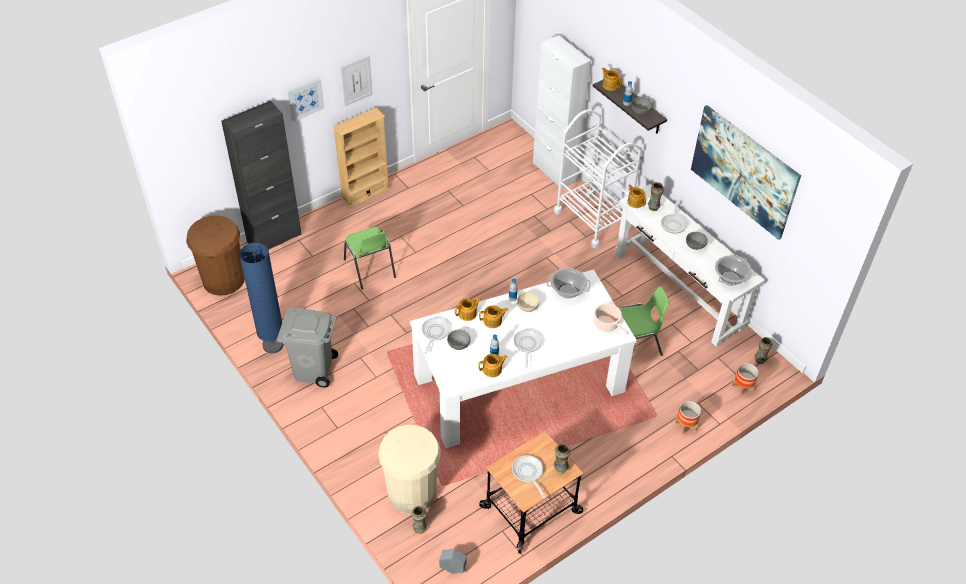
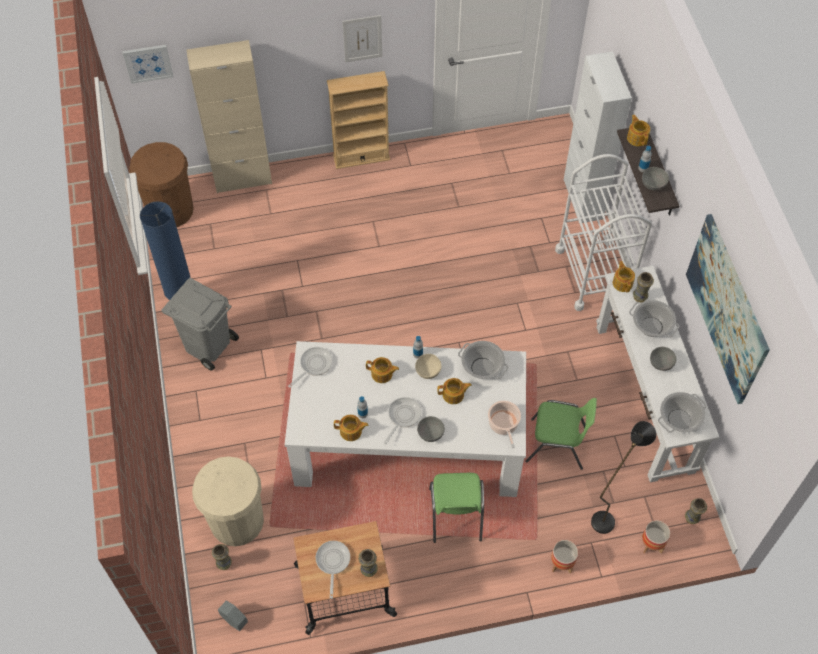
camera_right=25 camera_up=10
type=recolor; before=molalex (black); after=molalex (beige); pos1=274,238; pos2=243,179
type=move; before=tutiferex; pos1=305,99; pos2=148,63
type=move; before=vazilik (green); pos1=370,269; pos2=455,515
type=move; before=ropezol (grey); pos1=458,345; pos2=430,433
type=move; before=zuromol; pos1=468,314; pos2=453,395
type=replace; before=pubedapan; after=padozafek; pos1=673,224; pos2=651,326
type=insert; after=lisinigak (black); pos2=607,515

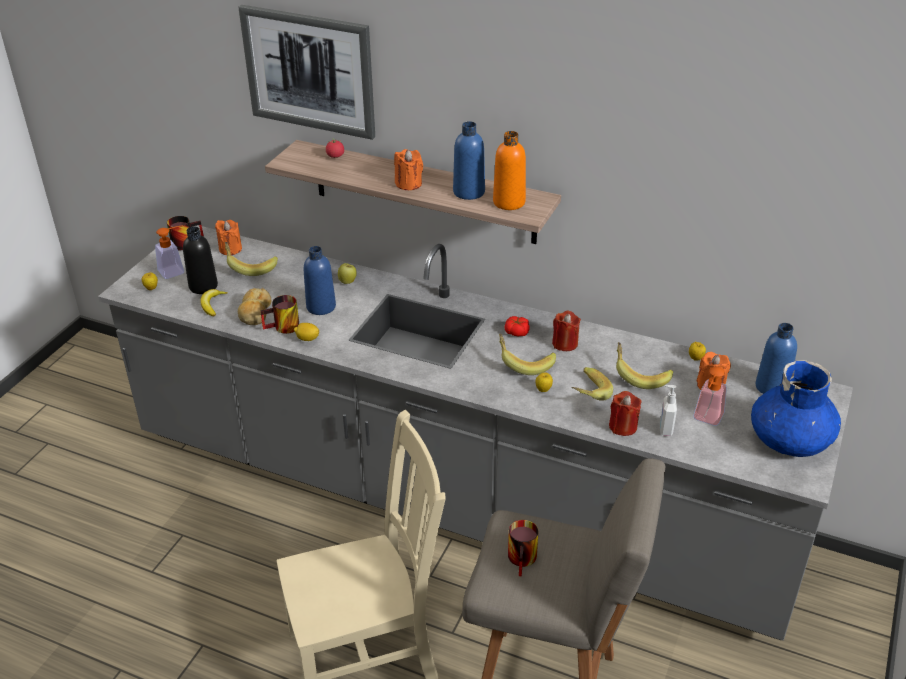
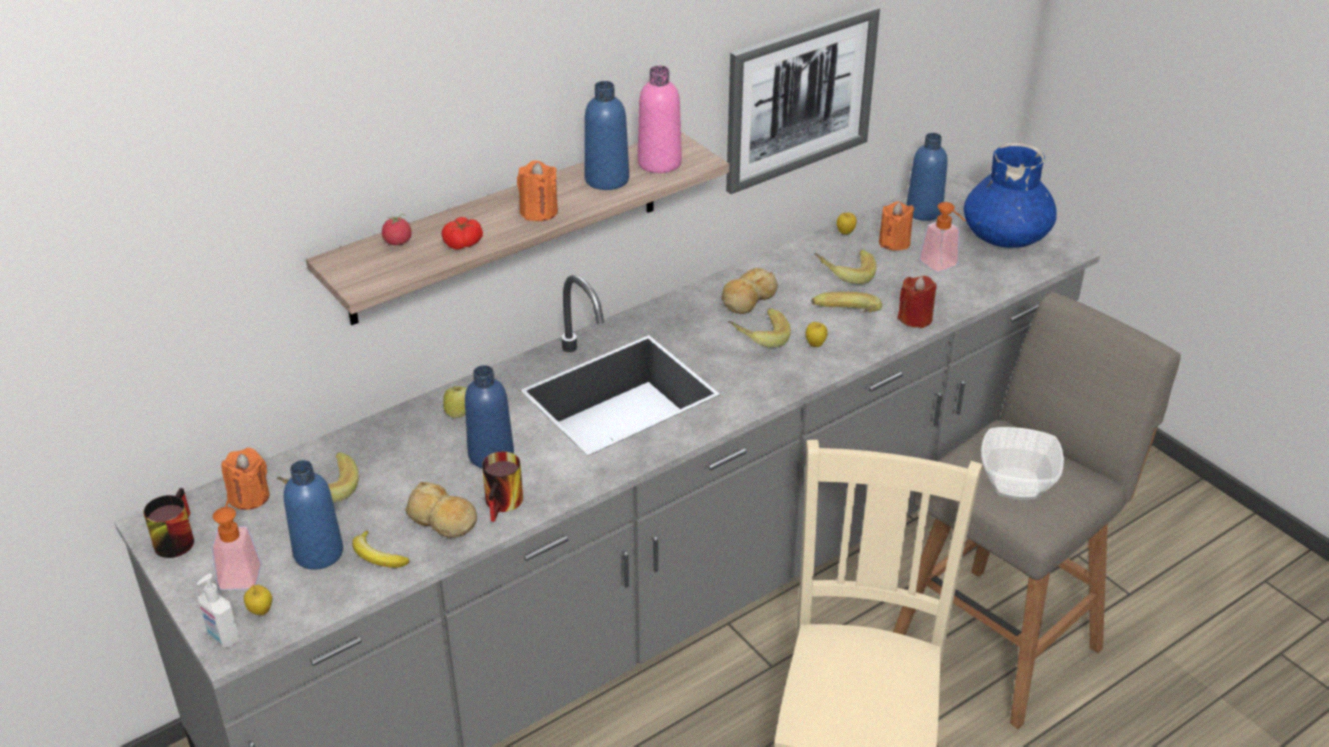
camera_right=-60 camera_up=0
type=recolor; before=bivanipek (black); after=bivanipek (blue); pos1=203,286; pos2=318,553
type=move; before=tutiferex; pos1=309,71; pos2=799,98
type=delete; before=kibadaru; pos1=307,339
type=recolor; before=bivanipek (orange); after=bivanipek (pink); pos1=509,202; pos2=659,163
type=move; before=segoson; pos1=516,332; pos2=463,243
type=replace; before=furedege; after=ropezol; pos1=524,559; pos2=1015,483
type=replace; before=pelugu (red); after=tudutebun; pos1=565,343; pos2=747,299
type=move; before=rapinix; pos1=665,429; pos2=223,638

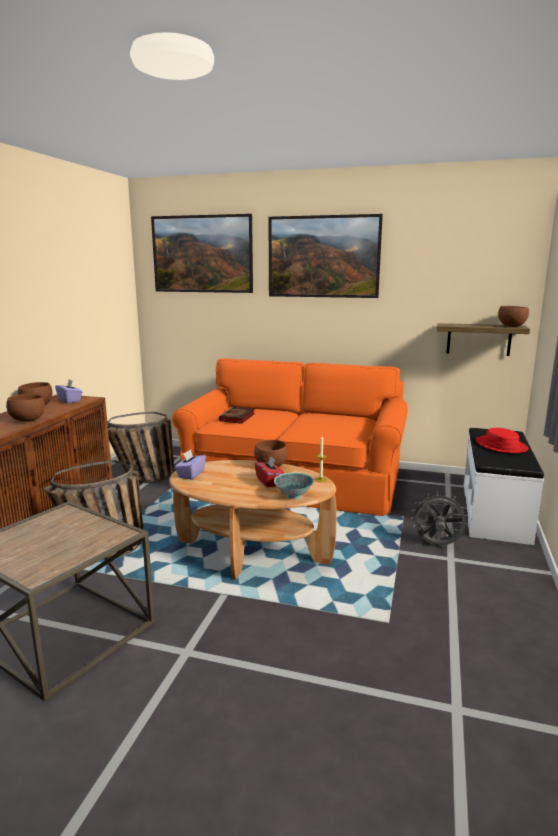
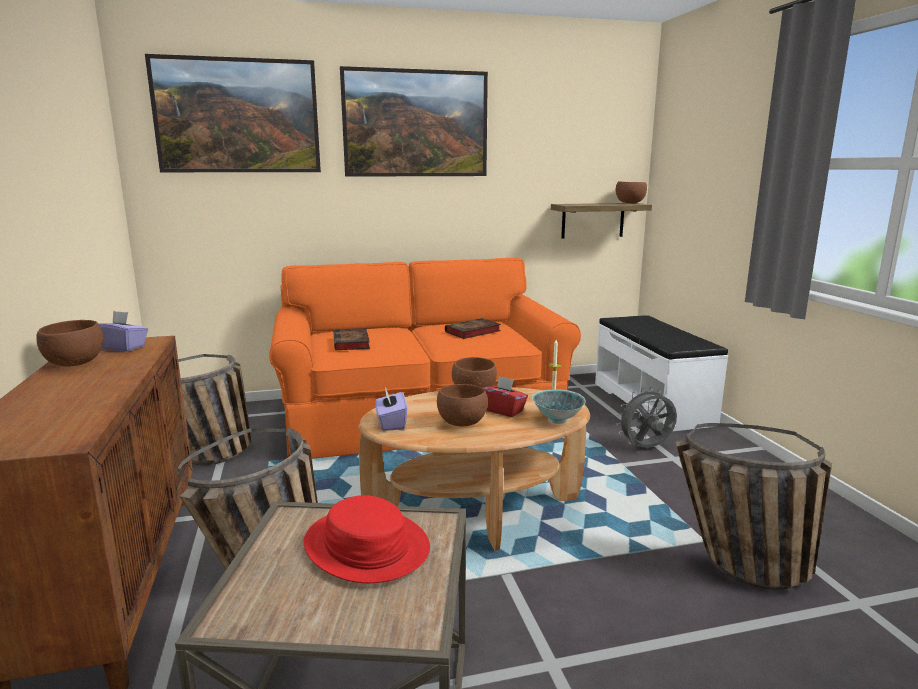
camera_right=-30 camera_up=0
type=move; before=ropezol (brown); pos1=28,420; pos2=463,423
type=move; before=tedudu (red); pos1=501,445; pos2=366,546
type=insert; after=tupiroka; pos2=472,332
type=insert; after=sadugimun; pos2=736,567

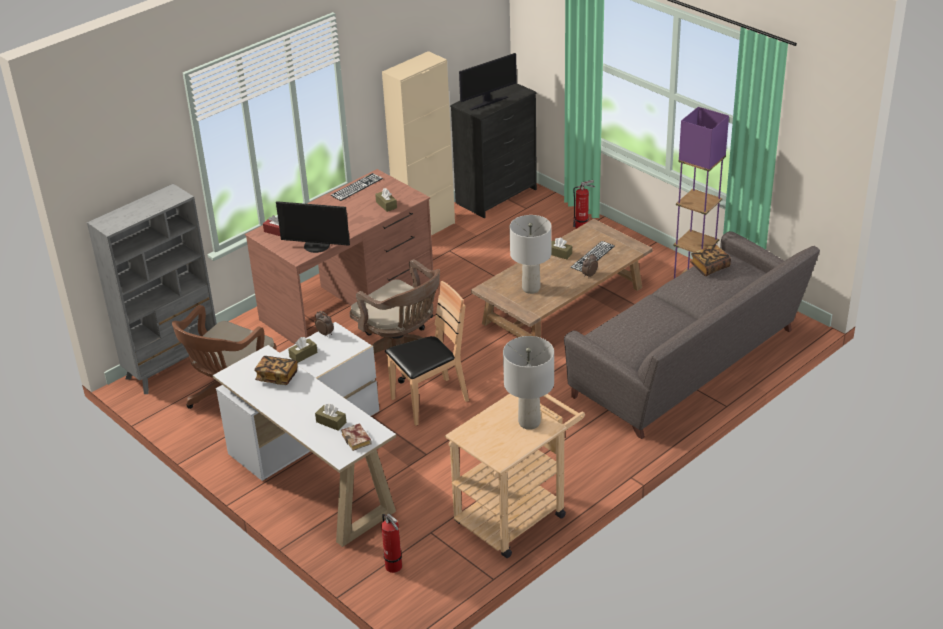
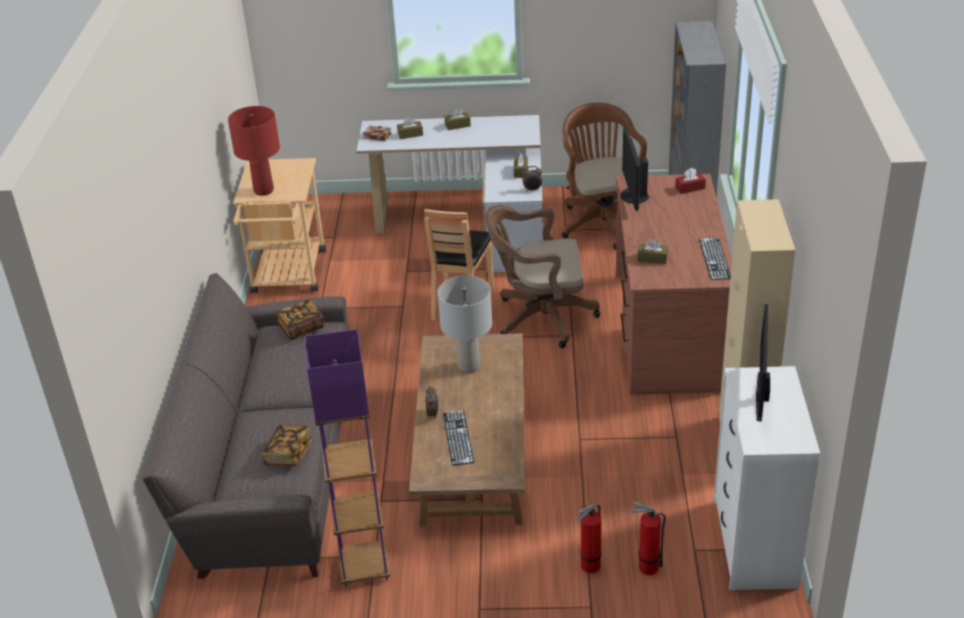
camera_right=135 camera_up=0
type=move; before=tupiroka; pos1=277,377; pos2=301,328
type=rotate; before=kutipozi; pos1=316,246; pos2=633,196; turn=-60
type=move; before=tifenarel; pos1=394,567; pos2=645,567
type=recolor; before=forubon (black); after=forubon (white); pos1=496,196; pos2=753,543
type=recolor; before=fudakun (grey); after=fudakun (red); pos1=529,423; pos2=263,190
type=move; before=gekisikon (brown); pos1=559,254; pos2=457,125

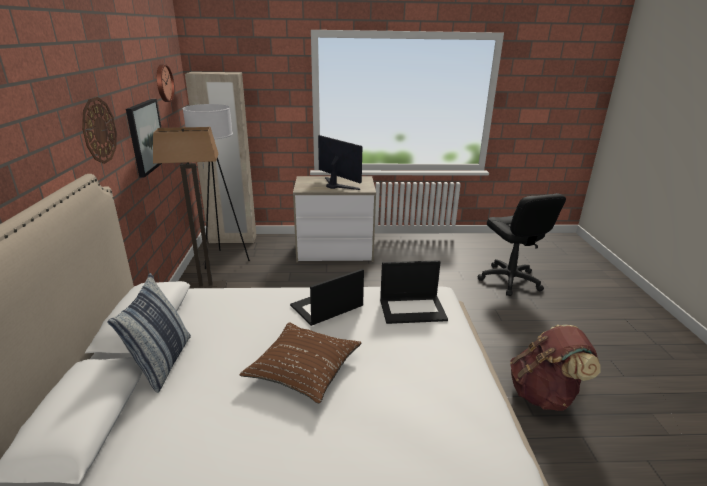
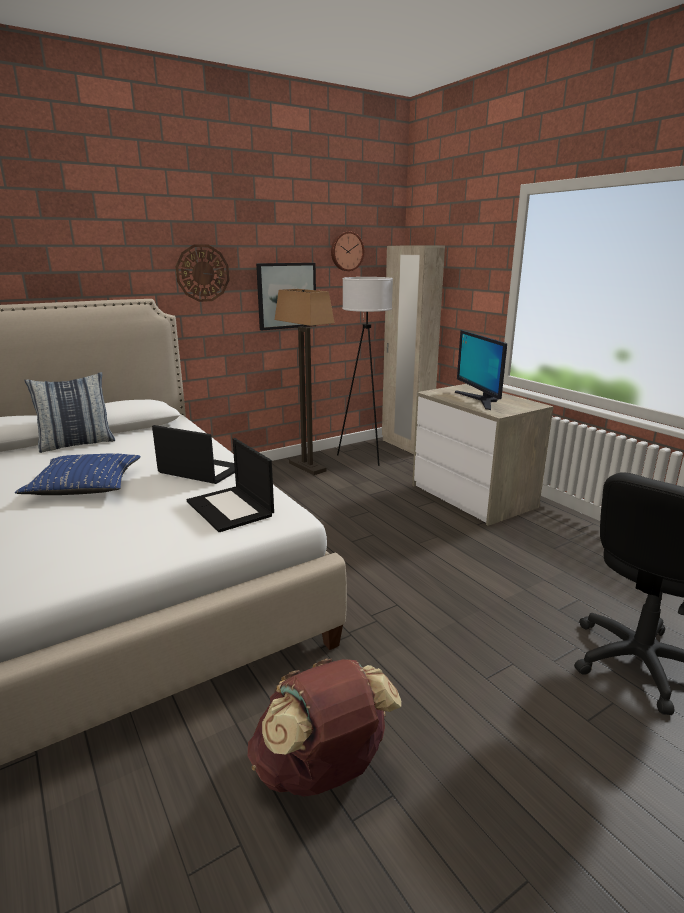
camera_right=60 camera_up=-5
type=recolor; before=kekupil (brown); after=kekupil (blue); pos1=303,368; pos2=85,485
type=rotate; before=kutipozi; pos1=337,185; pos2=479,400; turn=150

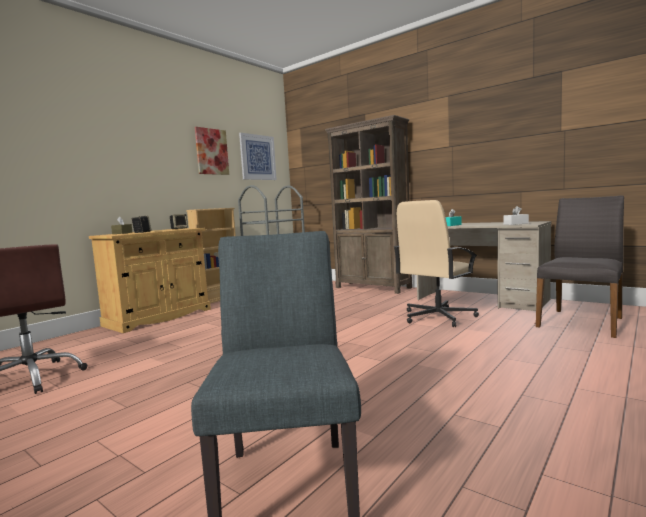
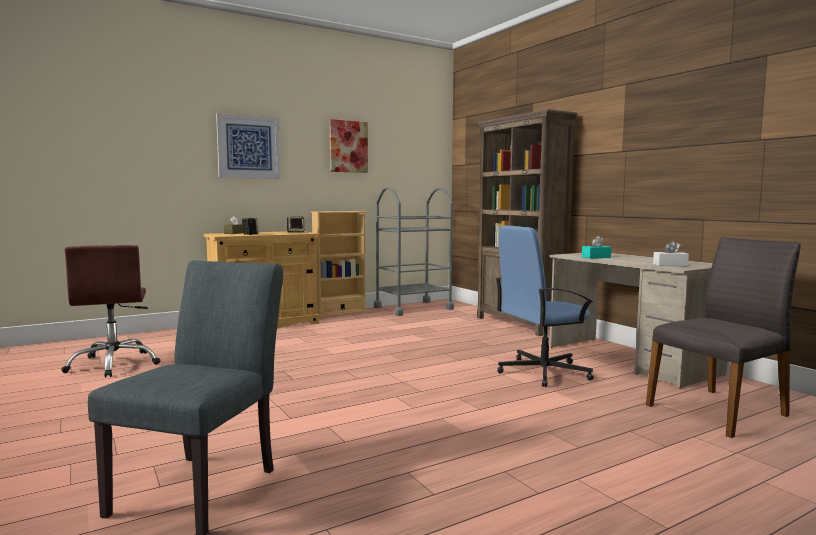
camera_right=20 camera_up=0
type=move; before=tutiferex; pos1=257,157; pos2=248,147
type=recolor; before=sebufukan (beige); after=sebufukan (blue); pos1=437,317; pos2=542,372

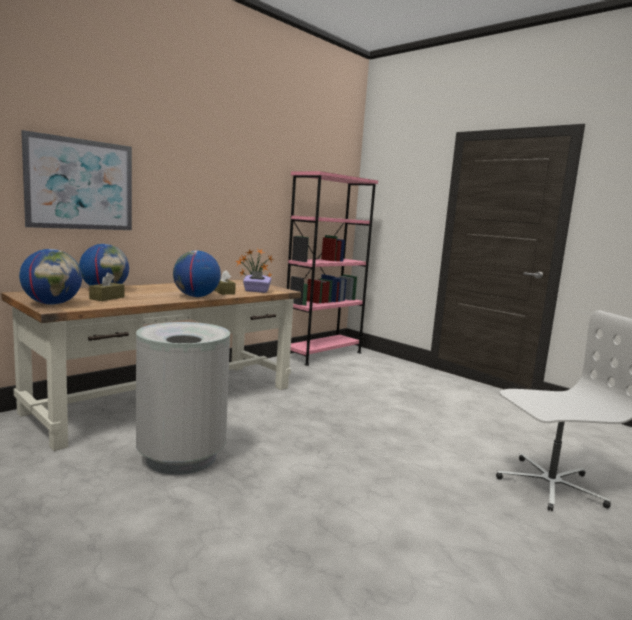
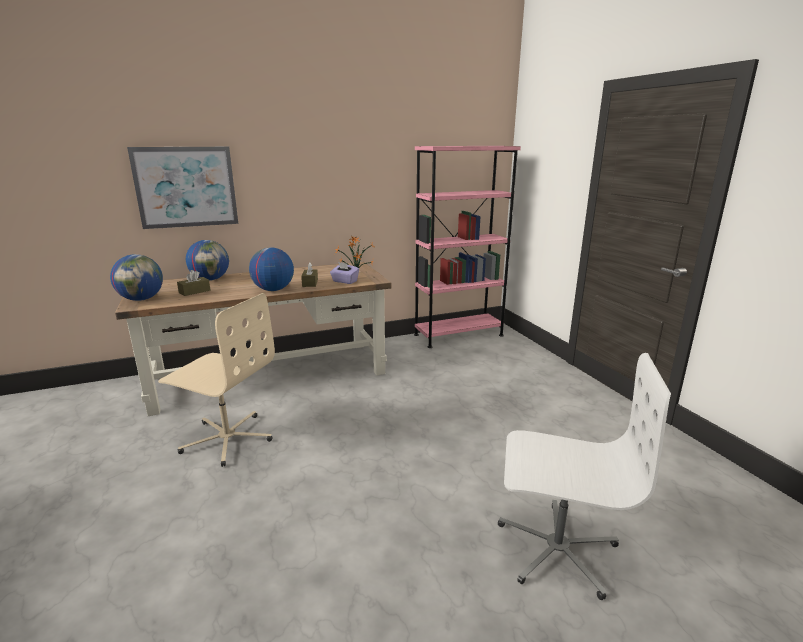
camera_right=25 camera_up=10
type=replace; before=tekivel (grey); after=sebufukan (beige); pos1=181,457; pos2=227,438

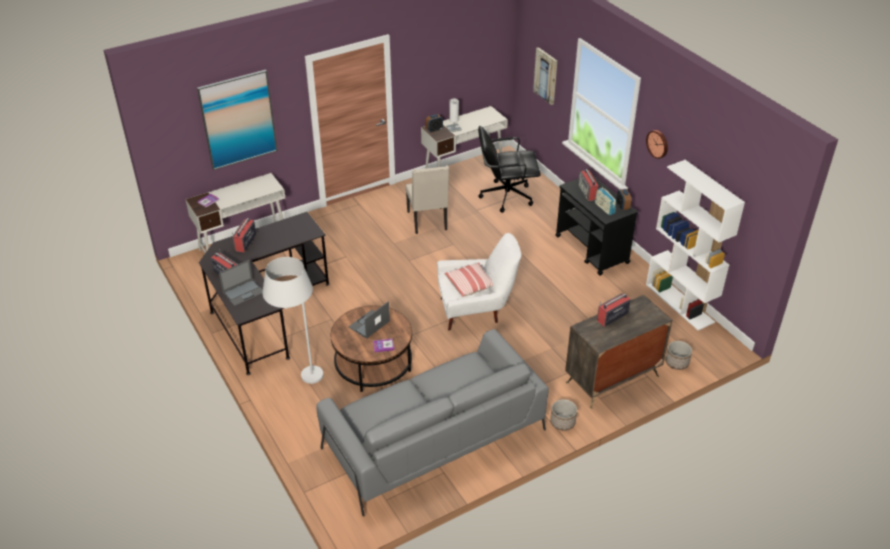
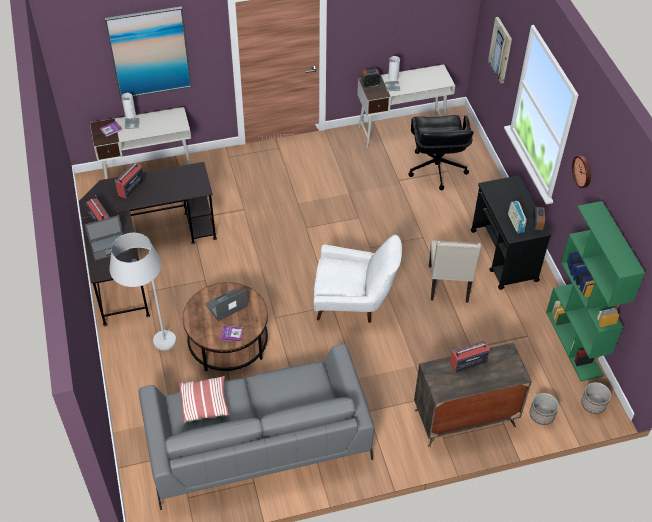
camera_right=15 camera_up=10
type=move; before=vazilik (beige); pos1=428,221; pos2=449,285
type=move; before=kekupil; pos1=470,285; pos2=205,403
type=rotate; before=sebufukan (black); pos1=506,196; pos2=436,169; turn=-105
type=move; before=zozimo; pos1=563,422; pos2=593,404
type=delete; before=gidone; pos1=587,192
type=recolor; before=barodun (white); after=barodun (green); pos1=680,303; pos2=574,343
type=insert; after=fudakun (white); pos2=132,123

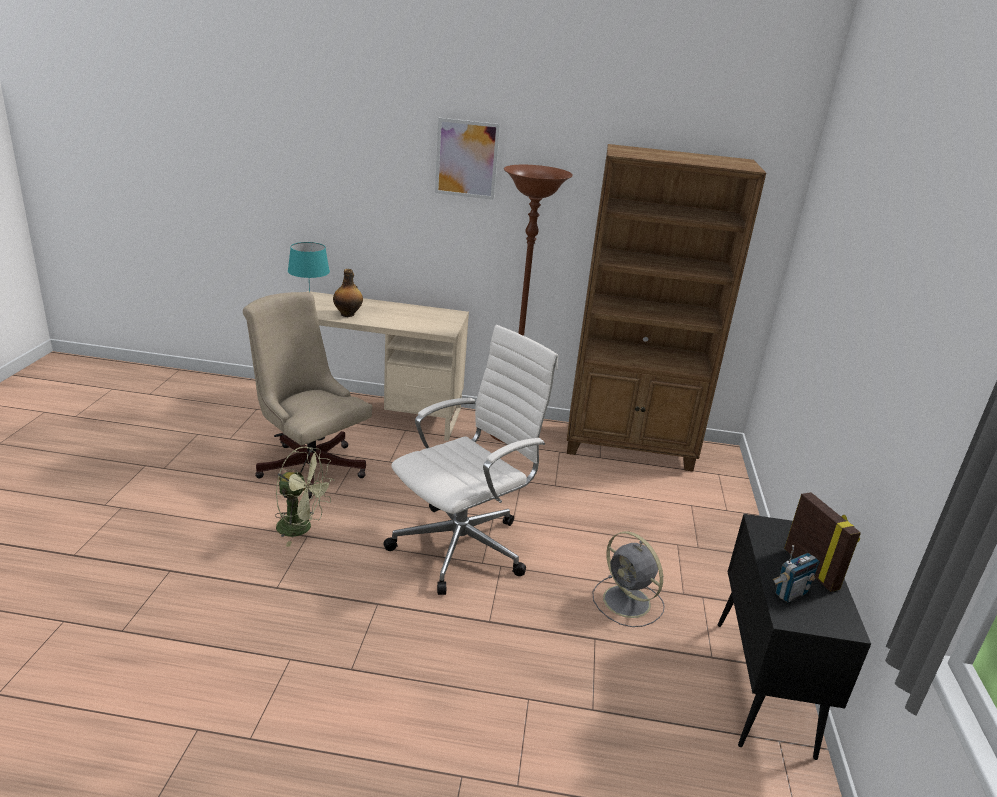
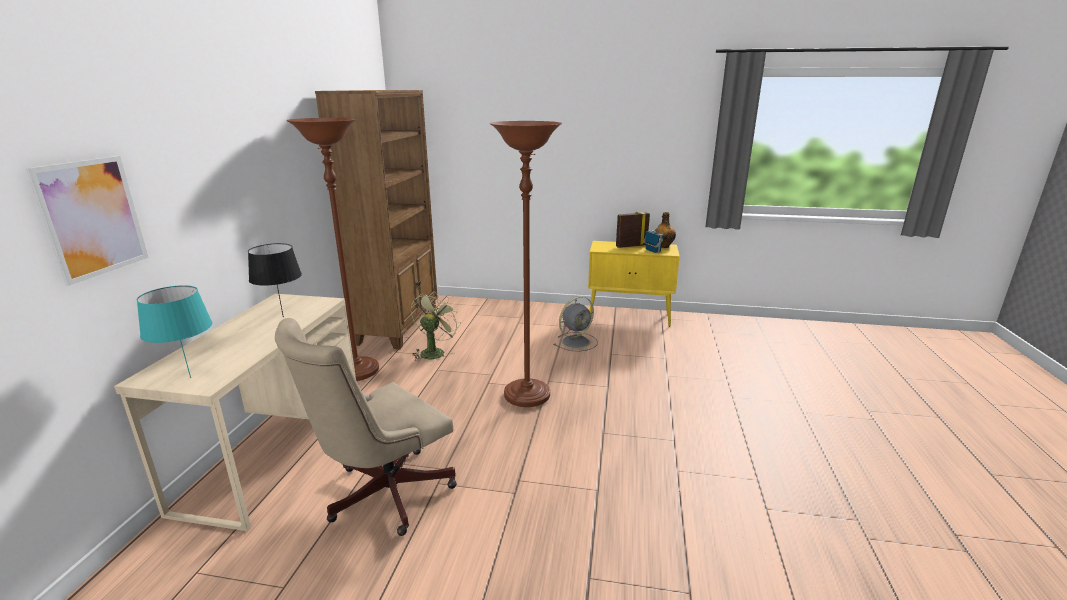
camera_right=-85 camera_up=-5
type=move; before=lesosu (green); pos1=301,528; pos2=434,351
type=move; before=bivanipek; pos1=348,314; pos2=663,246
type=replace; before=sebufukan (white); after=lisinigak (brown); pos1=464,546; pos2=527,395
type=move; before=tutiferex; pos1=466,159; pos2=92,218
type=recolor; before=molalex (black); after=molalex (yellow); pos1=763,687; pos2=630,317
type=insert; after=fudakun (black); pos2=283,317

